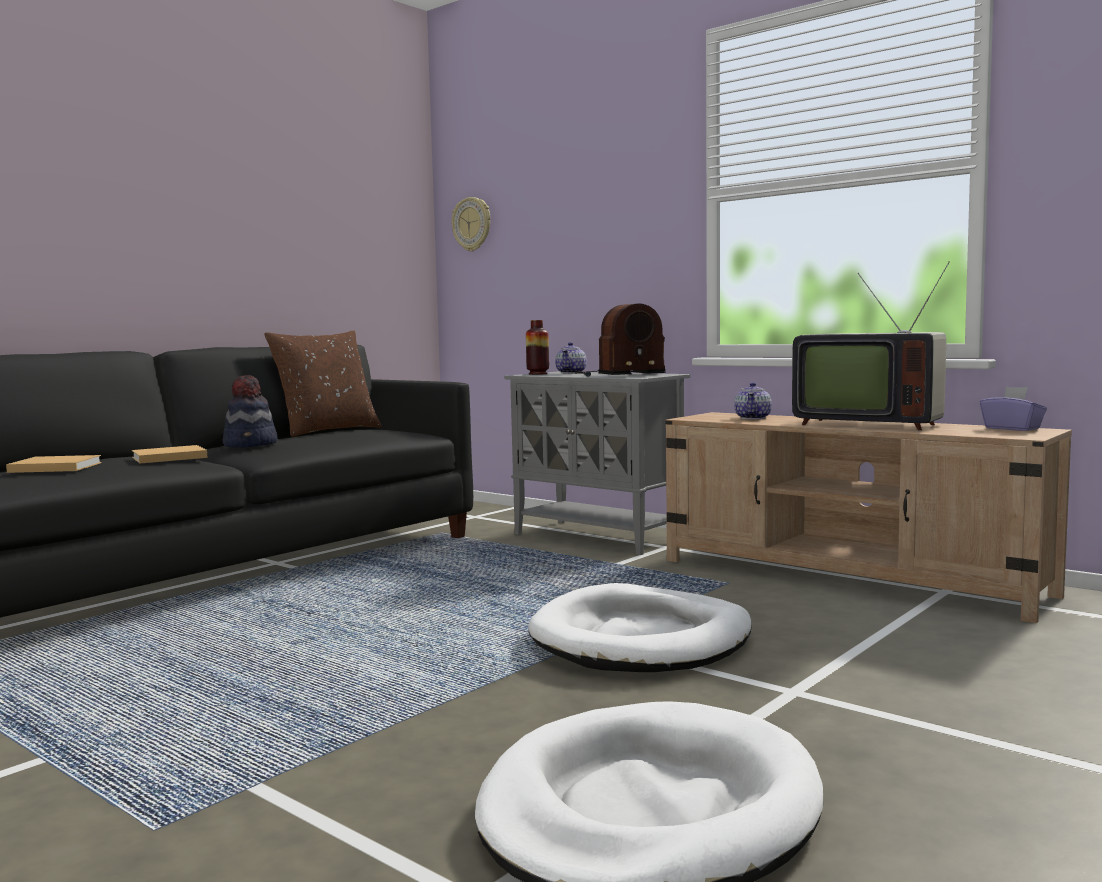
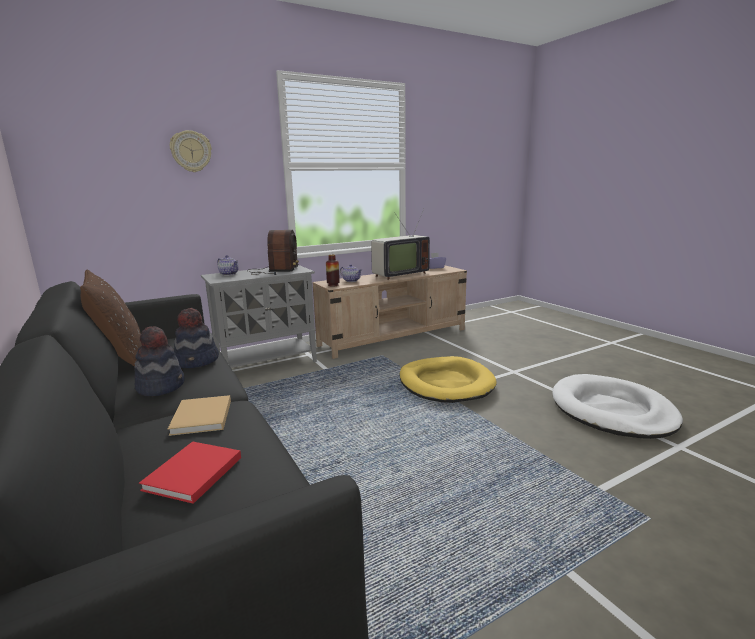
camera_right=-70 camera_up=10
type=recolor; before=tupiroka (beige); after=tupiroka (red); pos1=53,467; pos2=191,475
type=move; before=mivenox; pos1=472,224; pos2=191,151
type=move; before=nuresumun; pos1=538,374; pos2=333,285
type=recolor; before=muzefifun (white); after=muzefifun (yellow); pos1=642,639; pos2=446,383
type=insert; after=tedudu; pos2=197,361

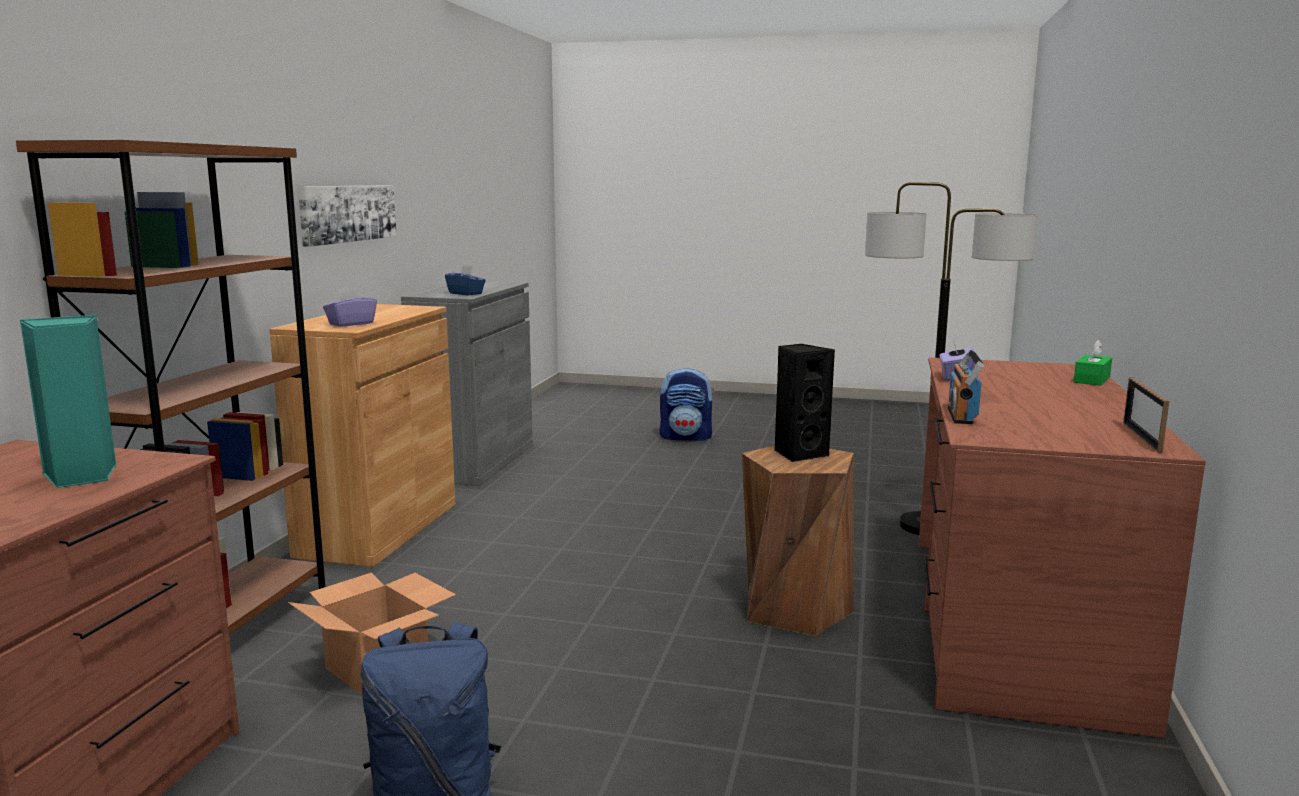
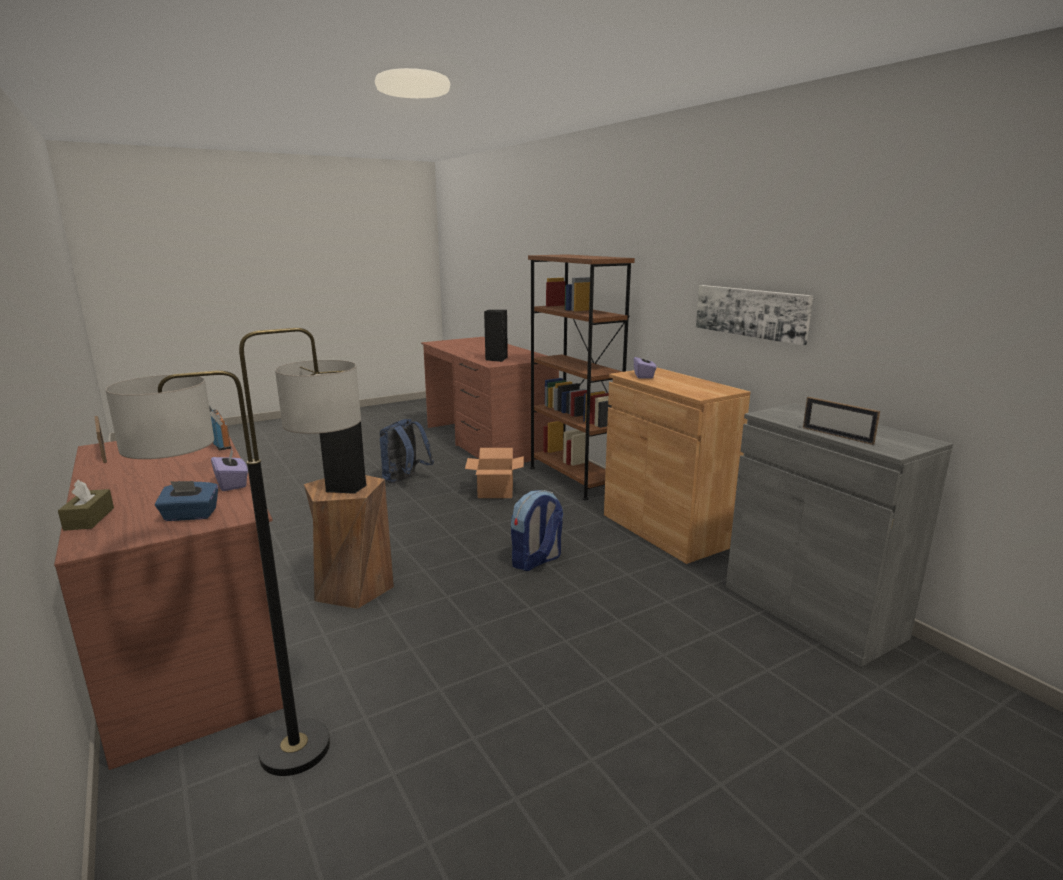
camera_right=135 camera_up=5
type=recolor; before=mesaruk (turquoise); after=mesaruk (black); pos1=80,476; pos2=496,359
type=move; before=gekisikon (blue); pos1=466,293; pos2=190,515
type=move; before=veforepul; pos1=686,437; pos2=536,561
type=recolor; before=gekisikon (green); after=gekisikon (brown); pos1=1091,380; pos2=89,519
type=insert; after=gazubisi; pos2=837,435

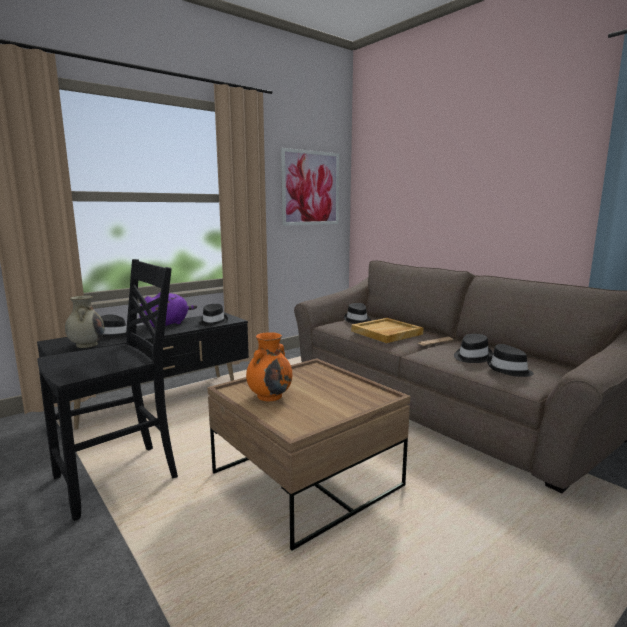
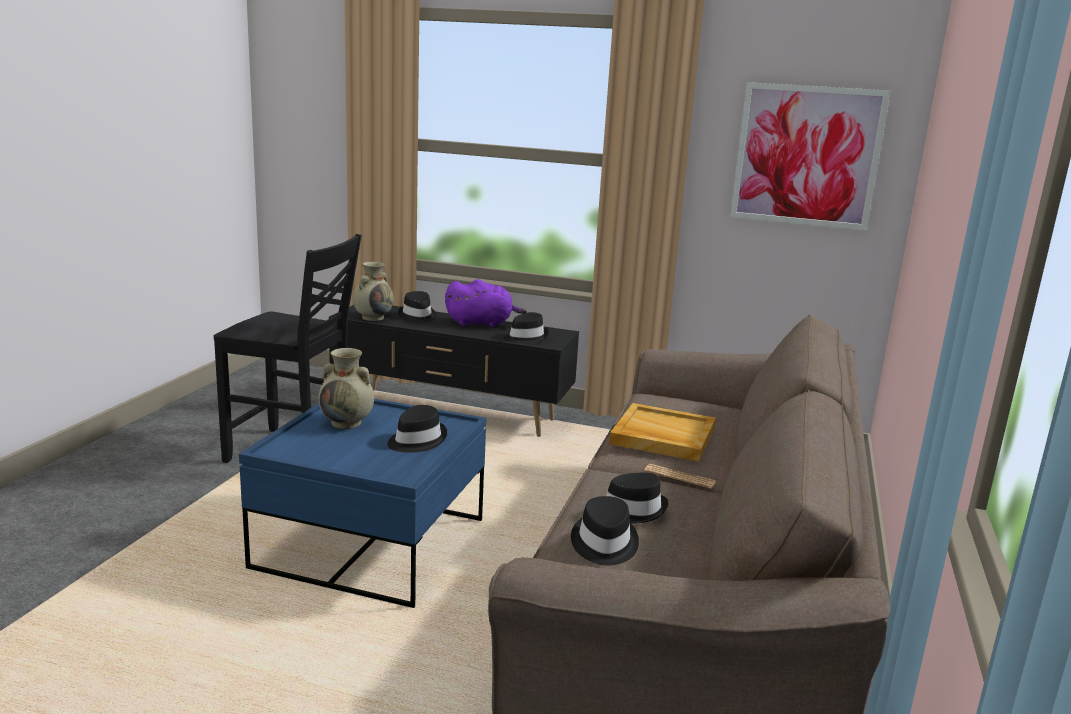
camera_right=55 camera_up=5
type=recolor; before=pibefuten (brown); after=pibefuten (blue); pos1=307,479; pos2=371,543
type=recolor; before=nuresumun (orange); after=nuresumun (beige); pos1=270,396; pos2=347,423
type=move; before=tedudu (black); pos1=357,320; pos2=416,440

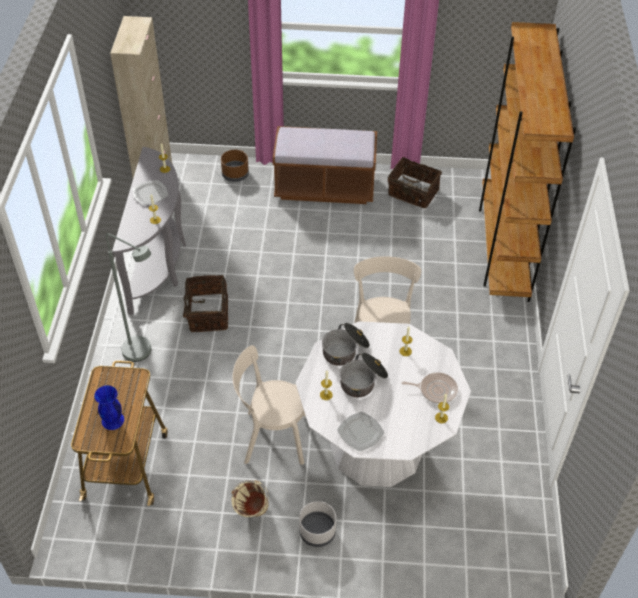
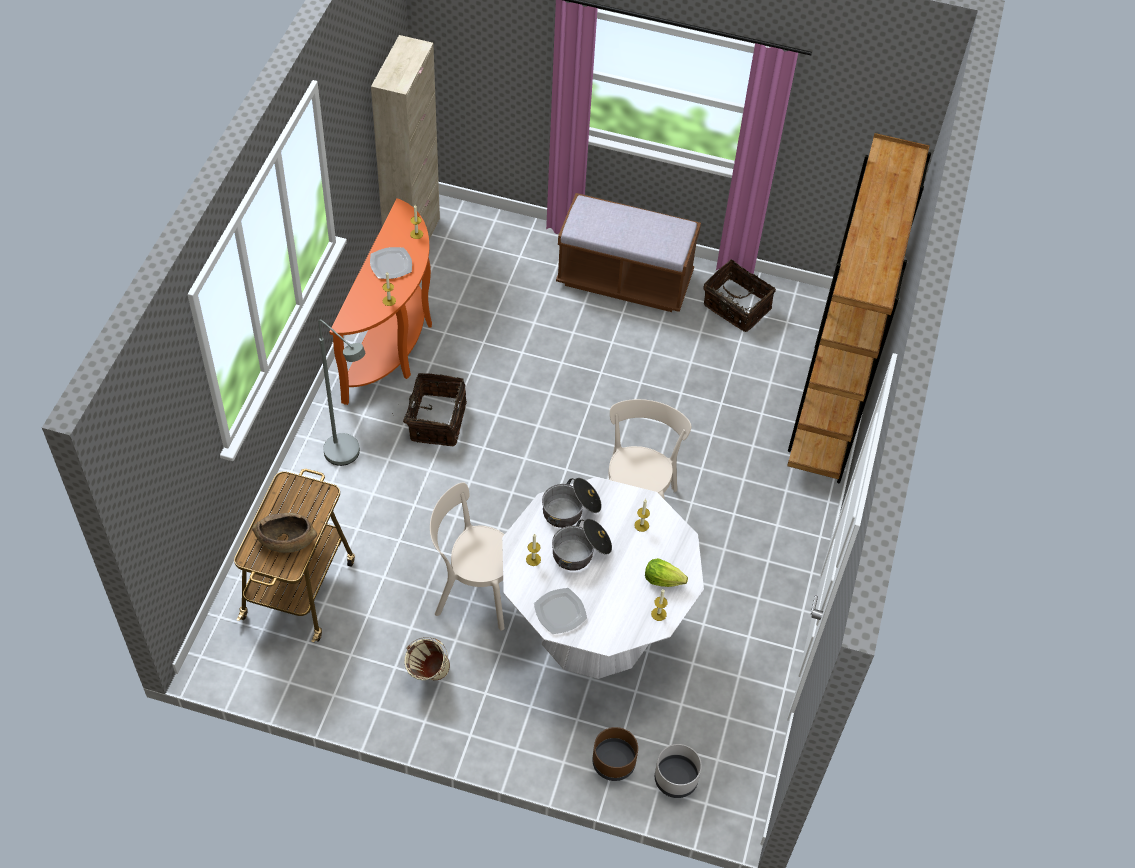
camera_right=10 camera_up=5
type=replace; before=nuresumun (blue); after=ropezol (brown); pos1=112,421; pos2=285,540
type=recolor; before=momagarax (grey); after=momagarax (orange); pos1=160,264; pos2=394,345
type=move; before=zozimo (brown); pos1=235,174; pos2=614,762
type=move; before=zozimo (grey); pos1=317,531; pos2=676,778
type=replace; before=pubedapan; after=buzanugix; pos1=436,390; pos2=662,579

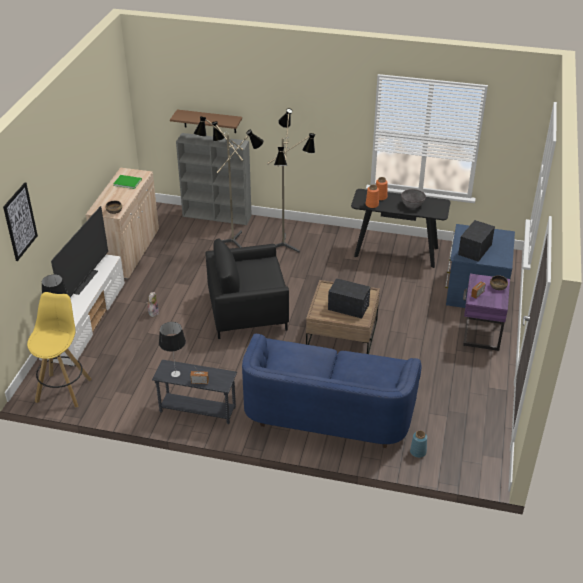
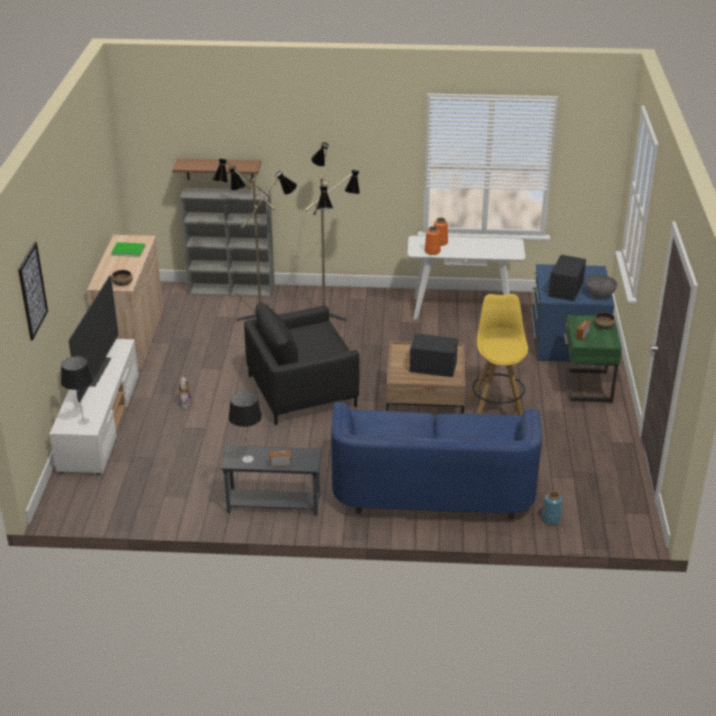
camera_right=-10 camera_up=-5
type=move; before=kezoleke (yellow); pos1=64,389; pos2=496,412
type=recolor; before=momagarax (black); after=momagarax (white); pos1=396,252; pos2=462,309
type=move; before=ropezol (grey); pos1=412,205; pos2=600,295
type=recolor; before=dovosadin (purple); after=dovosadin (green); pos1=480,334; pos2=586,387

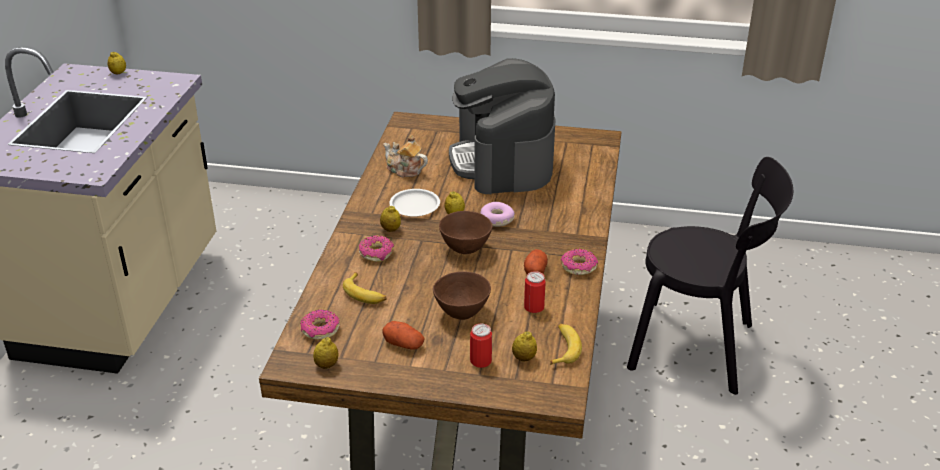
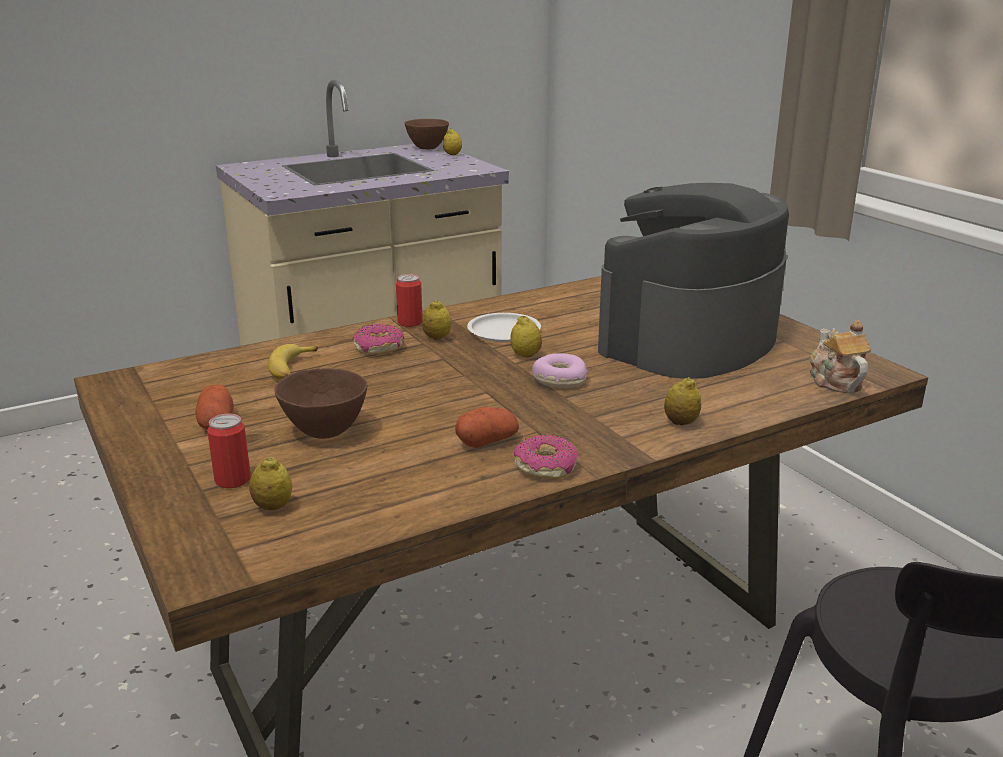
camera_right=50 camera_up=-10
type=delete; before=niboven; pos1=320,330
type=move; before=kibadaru; pos1=326,365; pos2=681,422
type=move; before=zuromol; pos1=404,170; pos2=834,381
type=move; before=ropezol (brown); pos1=466,249; pos2=428,148
type=move; before=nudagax; pos1=534,307; pos2=410,322
type=delete; before=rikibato; pos1=563,348

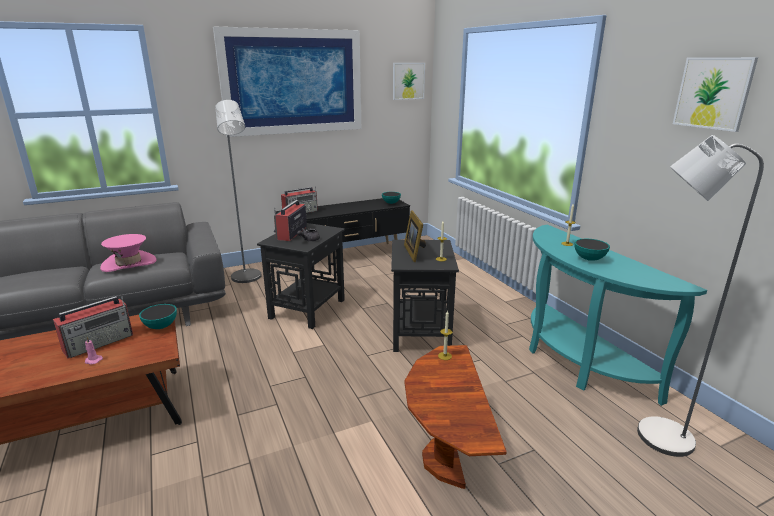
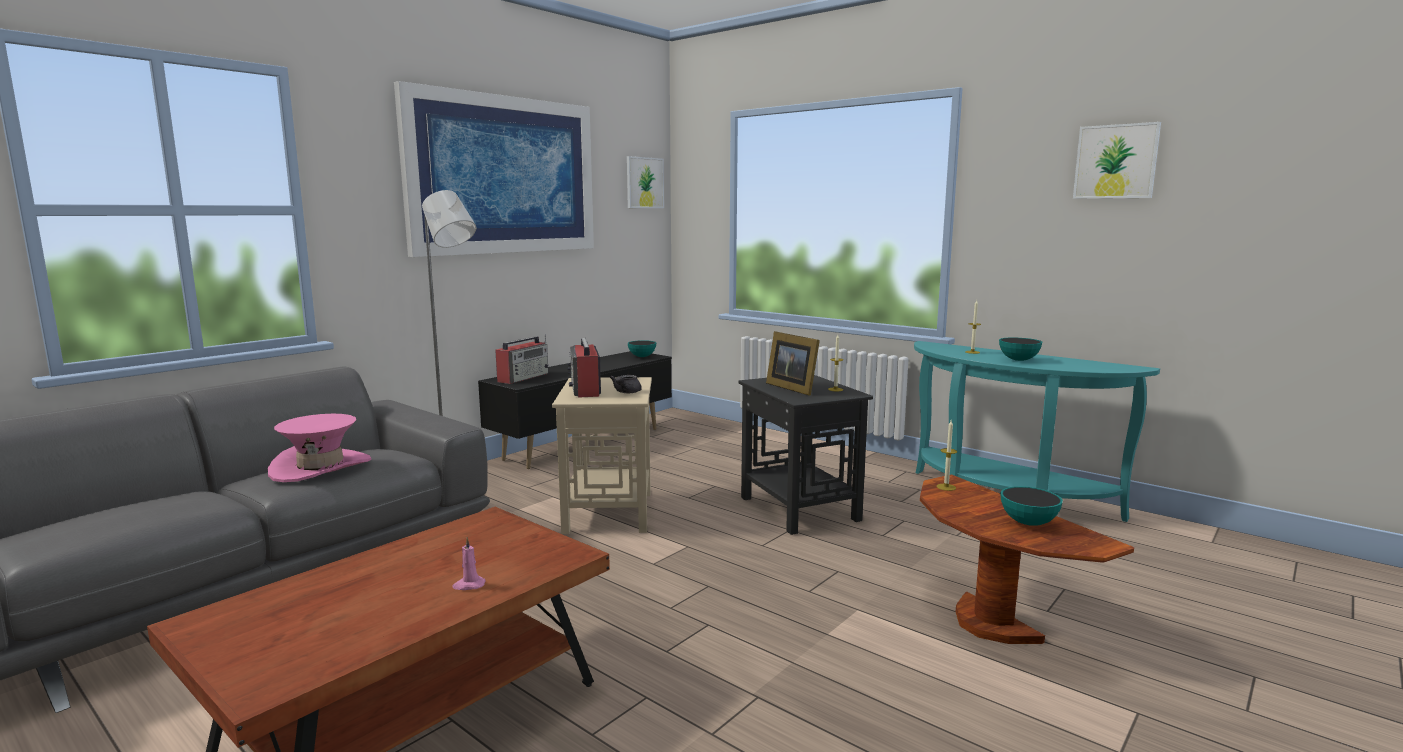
camera_right=-25 camera_up=-10
type=delete; before=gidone; pos1=100,342
type=move; before=ropezol; pos1=161,326; pos2=1028,523
type=recolor; before=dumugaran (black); after=dumugaran (beige); pos1=307,309; pos2=608,512
type=delete; before=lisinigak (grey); pos1=653,435

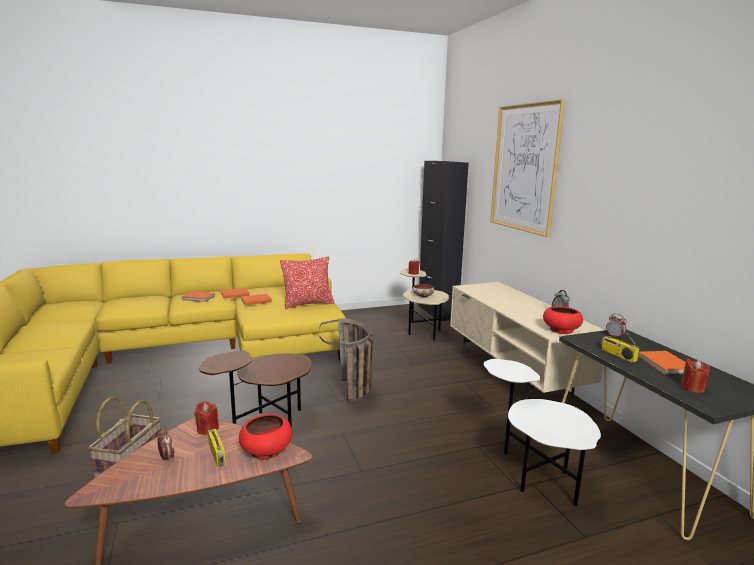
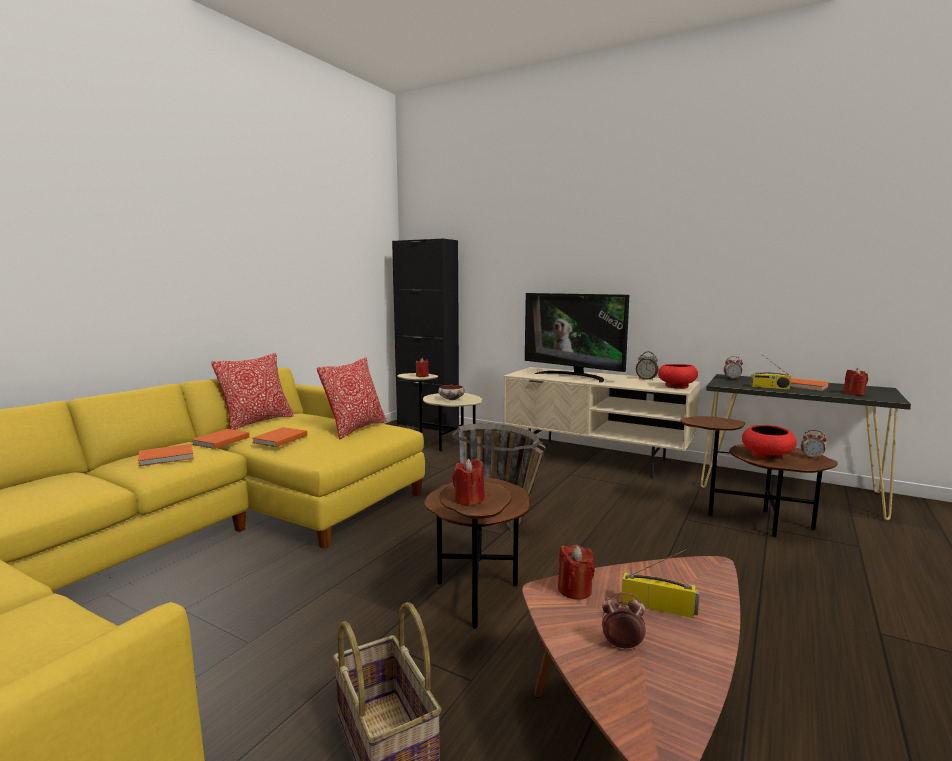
camera_right=-40 camera_up=-5
type=move; before=ropezol (red); pos1=266,451; pos2=767,456
type=recolor; before=dumugaran (white); after=dumugaran (brown); pos1=533,474; pos2=754,521
type=delete; before=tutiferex; pos1=524,168
type=insert; after=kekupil; pos2=257,422
type=insert; after=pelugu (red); pos2=469,500
type=insert; after=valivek; pos2=574,376
type=insert; after=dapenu; pos2=811,458

